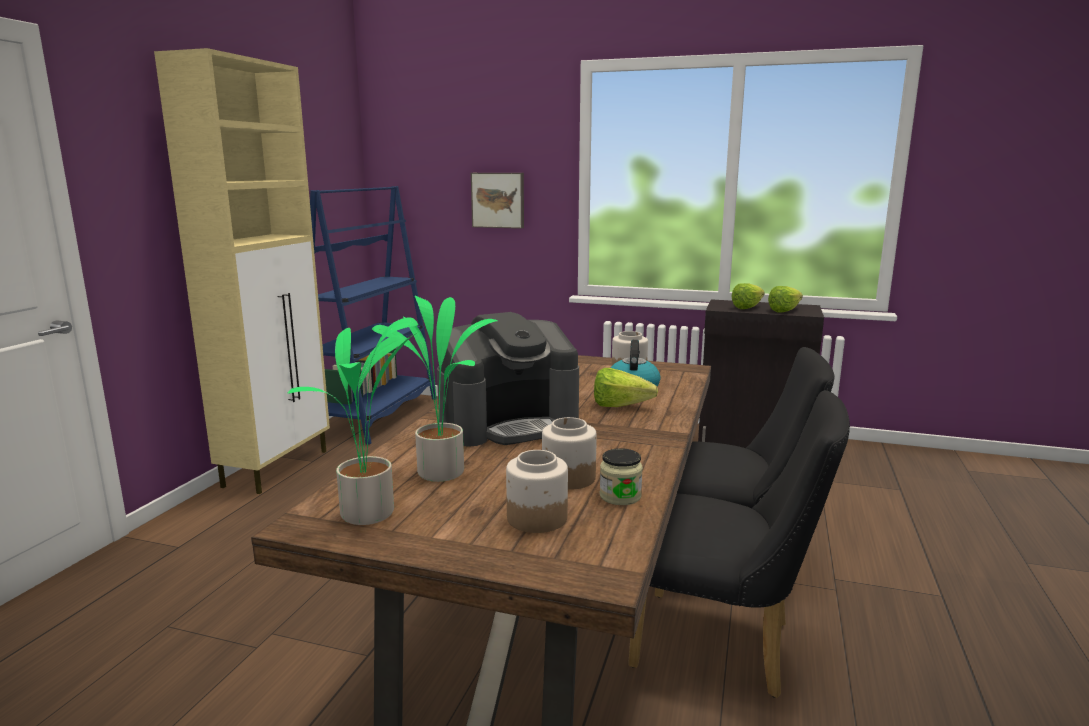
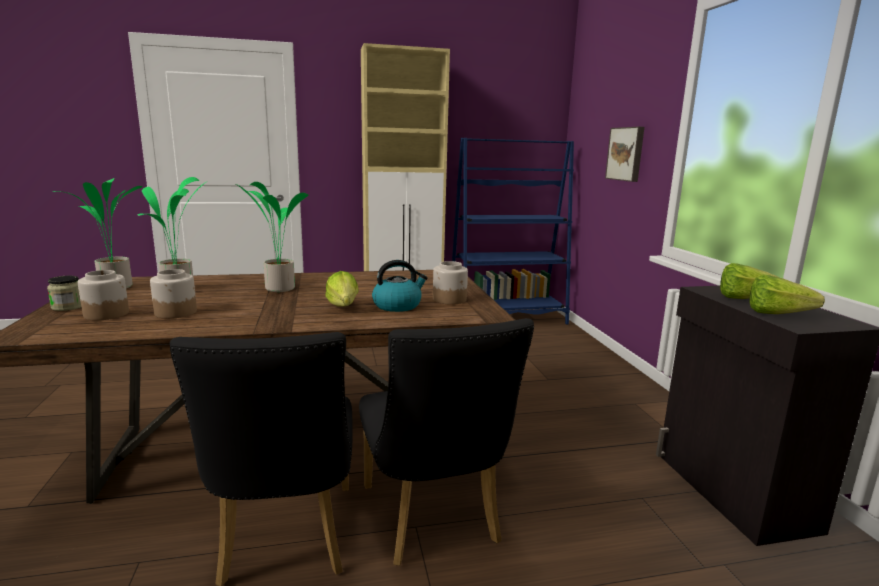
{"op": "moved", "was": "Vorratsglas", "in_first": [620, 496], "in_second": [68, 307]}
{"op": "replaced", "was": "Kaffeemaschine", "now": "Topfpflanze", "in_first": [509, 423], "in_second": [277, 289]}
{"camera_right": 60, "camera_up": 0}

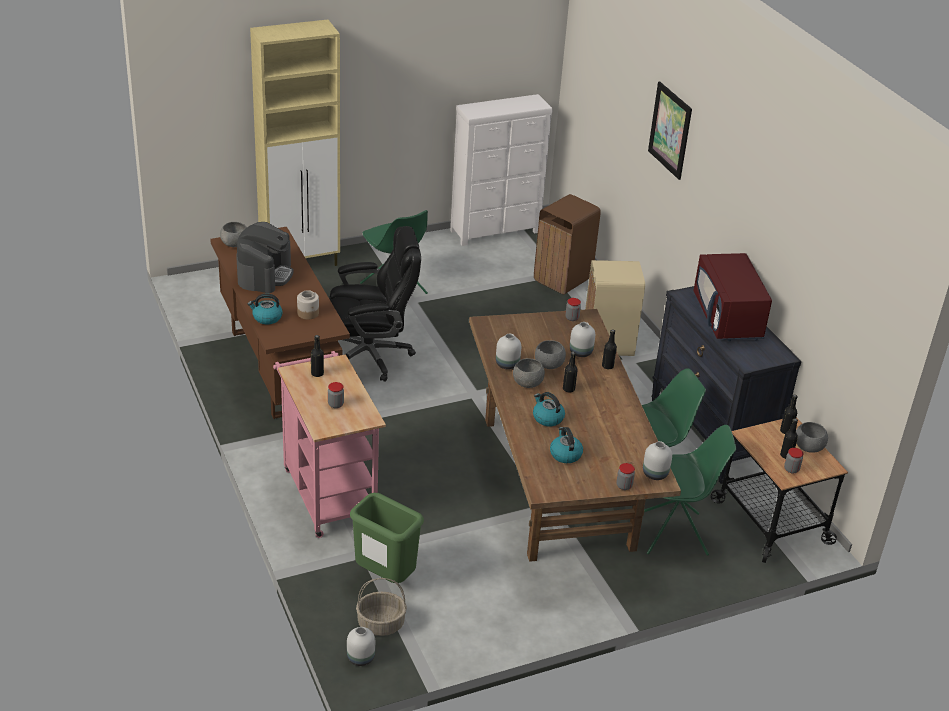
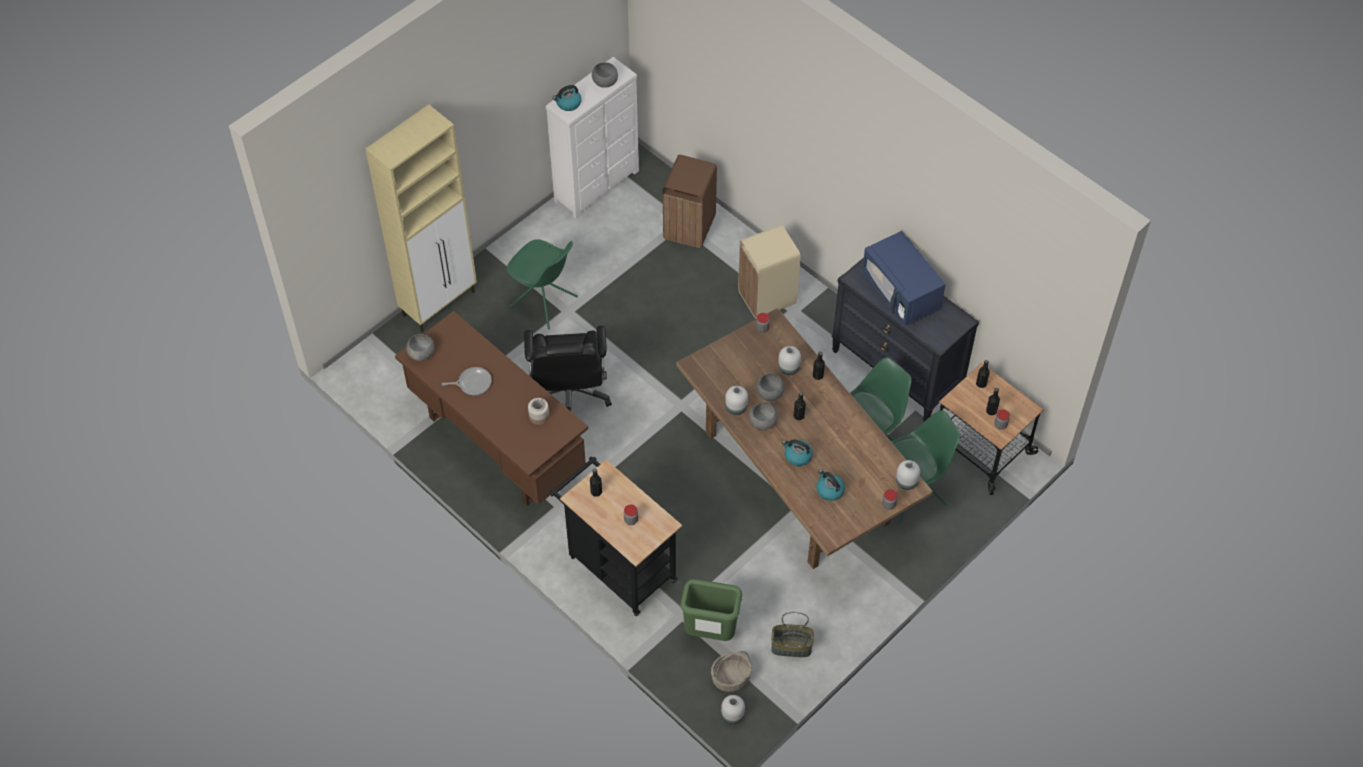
{"op": "replaced", "was": "Kaffeemaschine", "now": "Pfanne", "in_first": [265, 274], "in_second": [473, 383]}
{"op": "turned", "was": "Bürostuhl (schwarz)", "in_first": [371, 355], "in_second": [569, 395], "clockwise": 120}
{"op": "recoloured", "was": "Rollwagen (rosa)", "now": "Rollwagen (schwarz)", "in_first": [327, 492], "in_second": [617, 565]}
{"op": "moved", "was": "Wasserkessel", "in_first": [266, 318], "in_second": [568, 103]}
{"op": "moved", "was": "Schüssel (grau)", "in_first": [808, 447], "in_second": [605, 81]}
{"op": "added", "now": "Korb", "in_second": [791, 647]}
{"op": "recoloured", "was": "Mikrowelle (rot)", "now": "Mikrowelle (blau)", "in_first": [728, 318], "in_second": [901, 293]}
{"op": "removed", "was": "Bild", "in_first": [670, 130]}
{"camera_right": -20, "camera_up": 20}

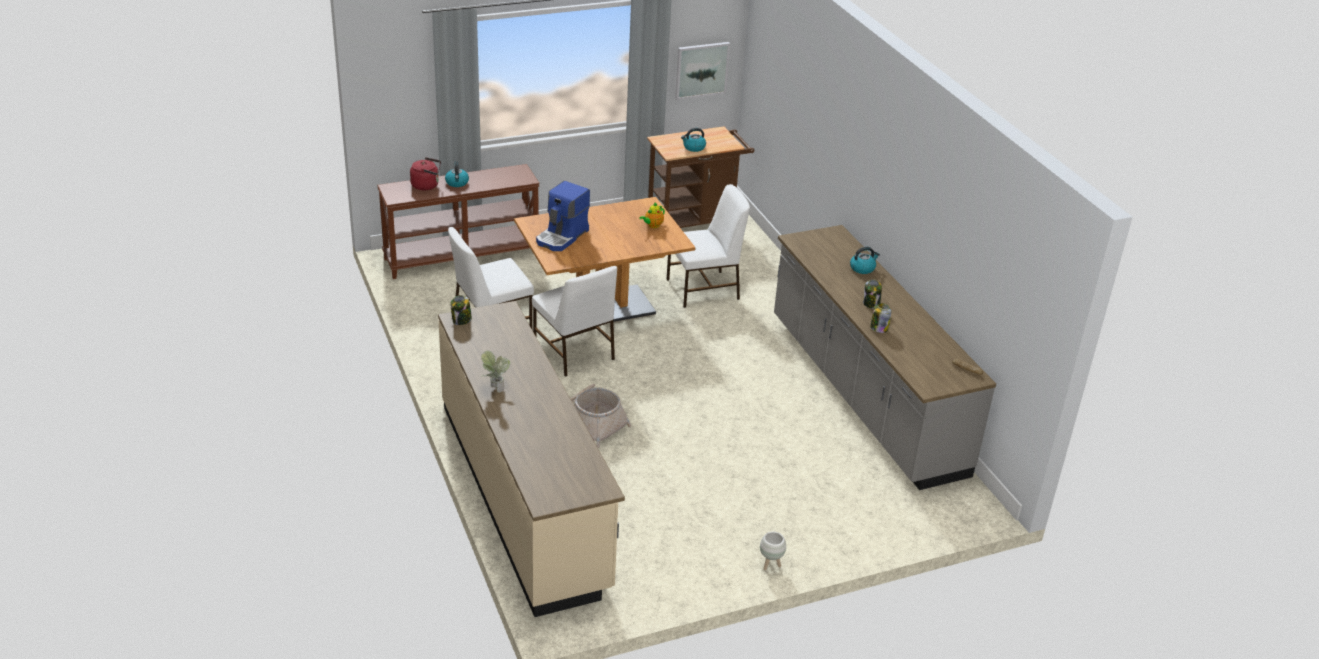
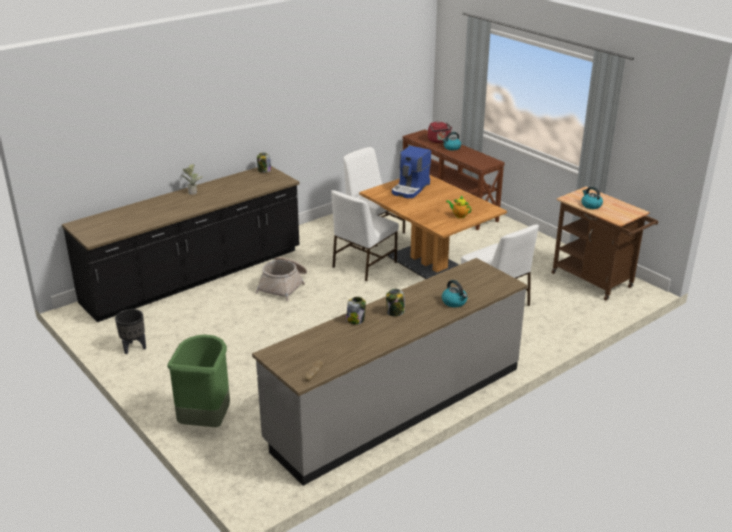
{"op": "recoloured", "was": "Küchenzeile (beige)", "now": "Küchenzeile (schwarz)", "in_first": [524, 494], "in_second": [194, 277]}
{"op": "added", "now": "Pflanzkübel (schwarz)", "in_second": [133, 348]}
{"op": "added", "now": "Mülleimer (grün)", "in_second": [206, 421]}
{"op": "turned", "was": "Kaffeemaschine", "in_first": [562, 237], "in_second": [411, 189], "clockwise": -75}
{"op": "removed", "was": "Bild", "in_first": [701, 70]}
{"op": "removed", "was": "Pflanzkübel (weiß)", "in_first": [770, 564]}
{"camera_right": 75, "camera_up": -5}

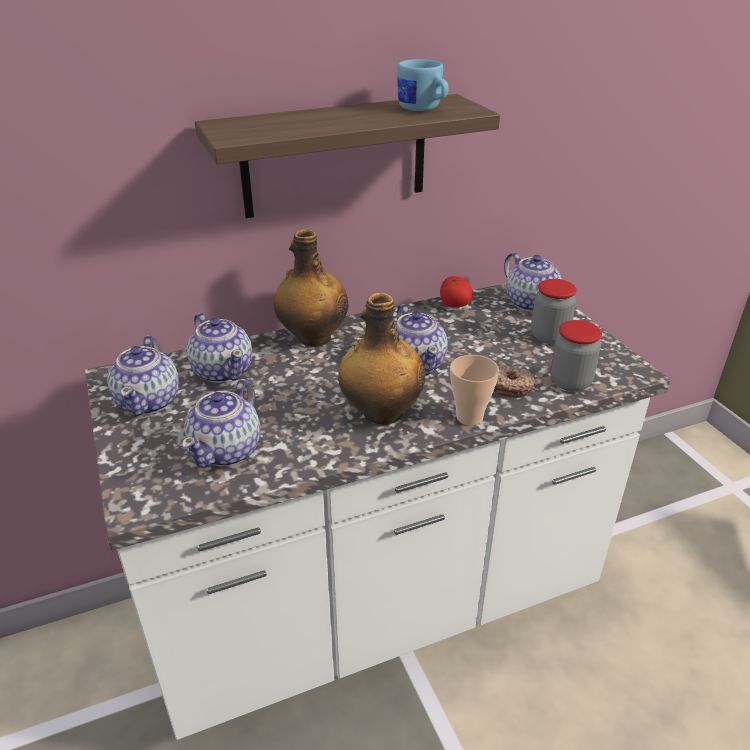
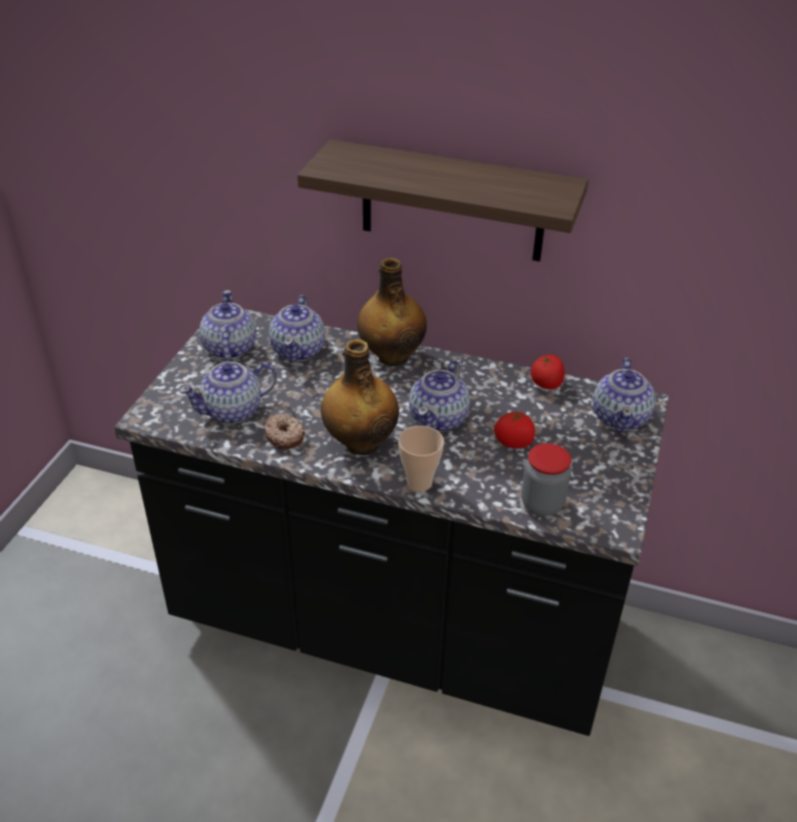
{"op": "recoloured", "was": "Küchenzeile (weiß)", "now": "Küchenzeile (schwarz)", "in_first": [375, 606], "in_second": [394, 627]}
{"op": "turned", "was": "Teekanne", "in_first": [149, 401], "in_second": [229, 349], "clockwise": 135}
{"op": "moved", "was": "Donut", "in_first": [509, 386], "in_second": [285, 436]}
{"op": "added", "now": "Tomate", "in_second": [514, 442]}
{"op": "removed", "was": "Henkelbecher (blau)", "in_first": [423, 109]}
{"op": "removed", "was": "Vorratsglas", "in_first": [549, 336]}
{"camera_right": 40, "camera_up": 5}

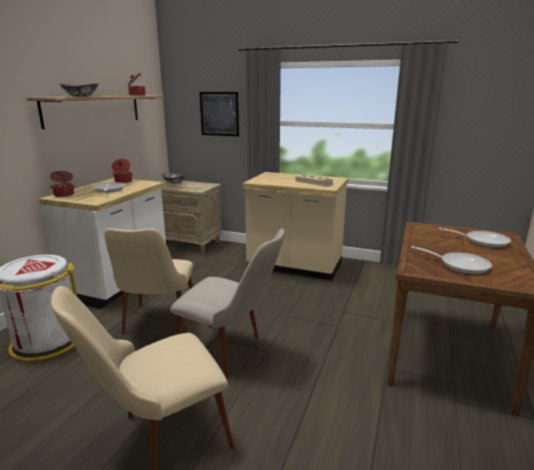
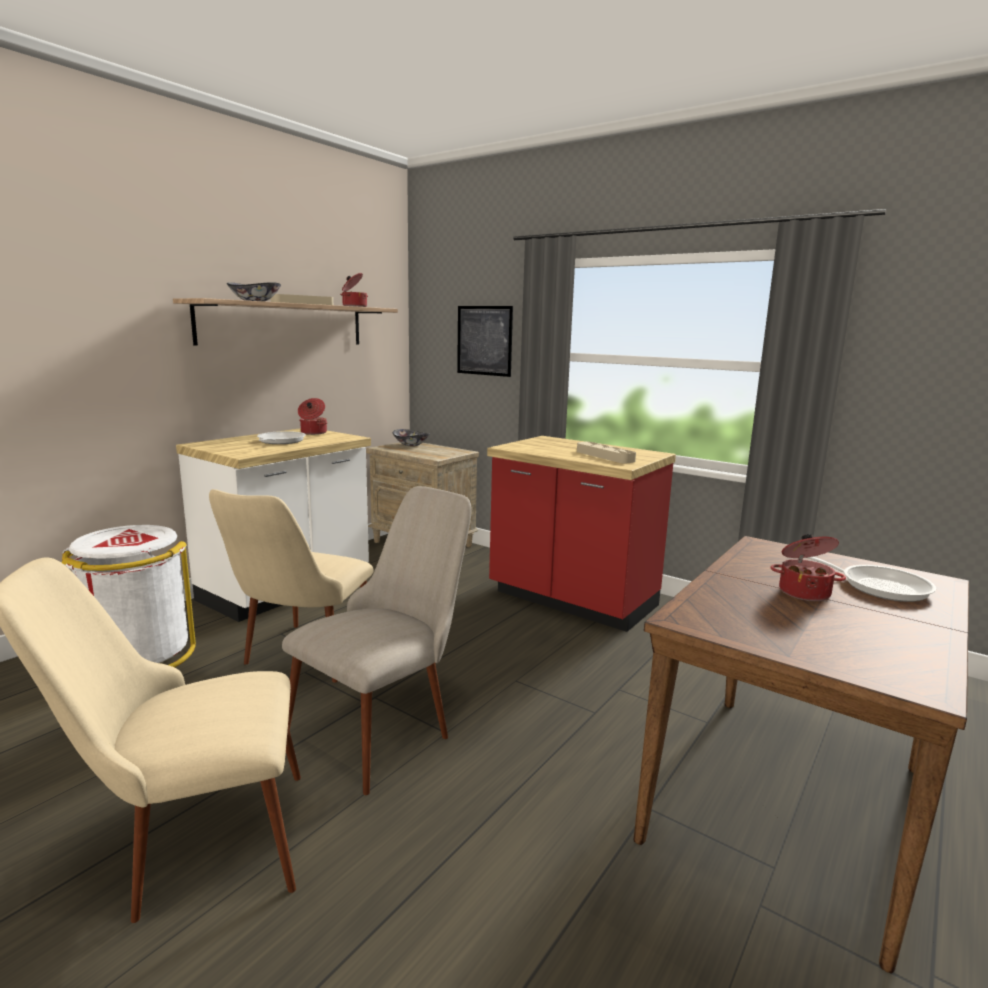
{"op": "turned", "was": "Stuhl (beige)", "in_first": [231, 353], "in_second": [386, 724], "clockwise": -90}
{"op": "recoloured", "was": "Küchenzeile (beige)", "now": "Küchenzeile (rot)", "in_first": [294, 267], "in_second": [572, 601]}
{"op": "moved", "was": "Kochtopf", "in_first": [64, 194], "in_second": [804, 592]}
{"op": "removed", "was": "Pfanne", "in_first": [459, 265]}
{"camera_right": 15, "camera_up": -5}

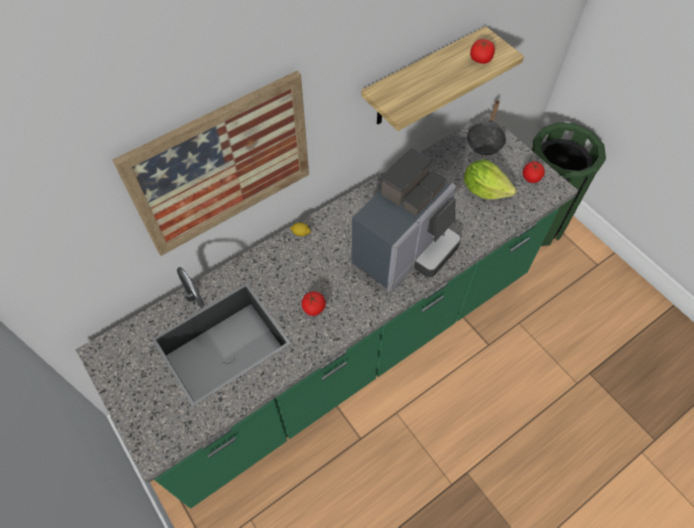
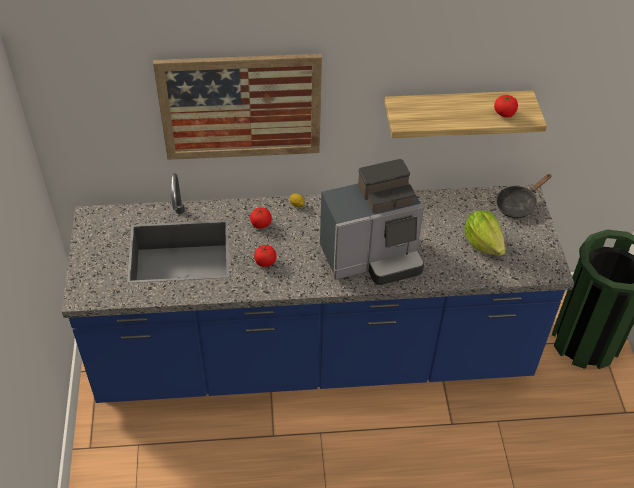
{"op": "recoloured", "was": "Küchenzeile (grün)", "now": "Küchenzeile (blau)", "in_first": [347, 348], "in_second": [314, 357]}
{"op": "moved", "was": "Tomate", "in_first": [531, 178], "in_second": [261, 224]}
{"camera_right": 30, "camera_up": -10}

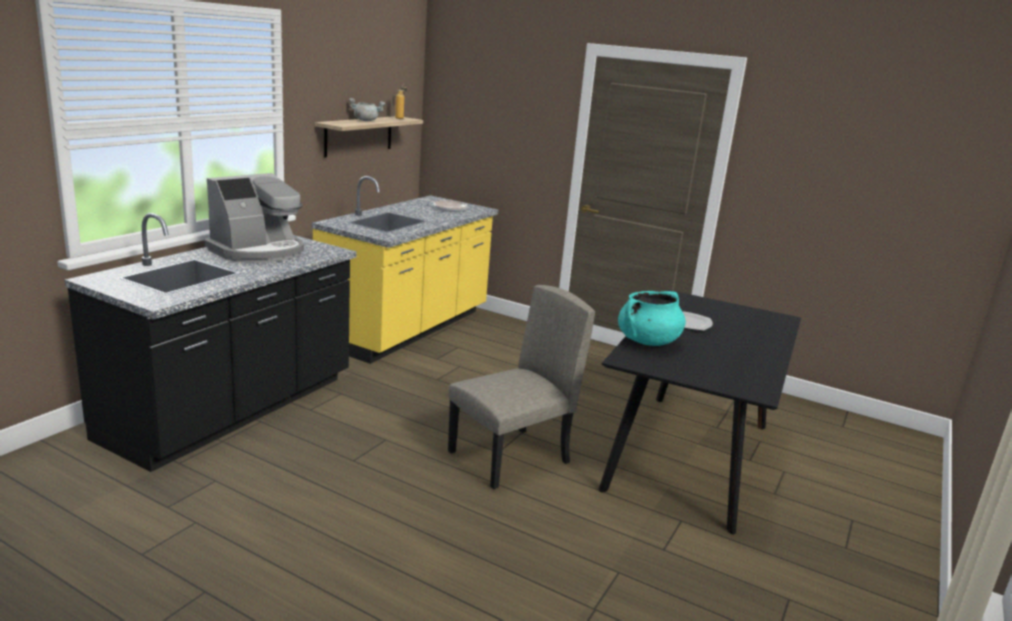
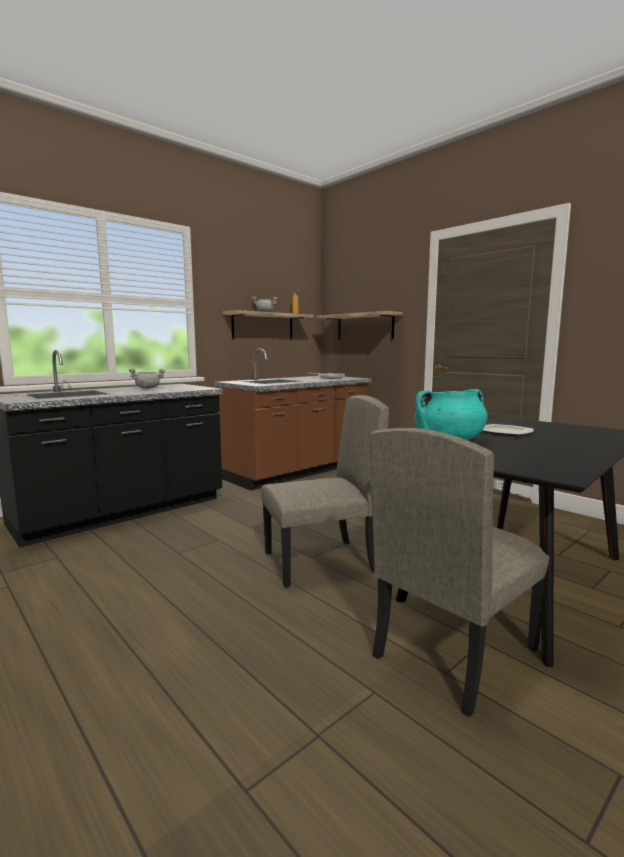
{"op": "replaced", "was": "Kaffeemaschine", "now": "Kochtopf (grau)", "in_first": [258, 251], "in_second": [148, 388]}
{"op": "recoloured", "was": "Küchenzeile (gelb)", "now": "Küchenzeile (braun)", "in_first": [407, 328], "in_second": [297, 471]}
{"op": "added", "now": "Wandregal", "in_second": [365, 327]}
{"op": "added", "now": "Stuhl (beige)", "in_second": [454, 651]}
{"camera_right": 20, "camera_up": -10}

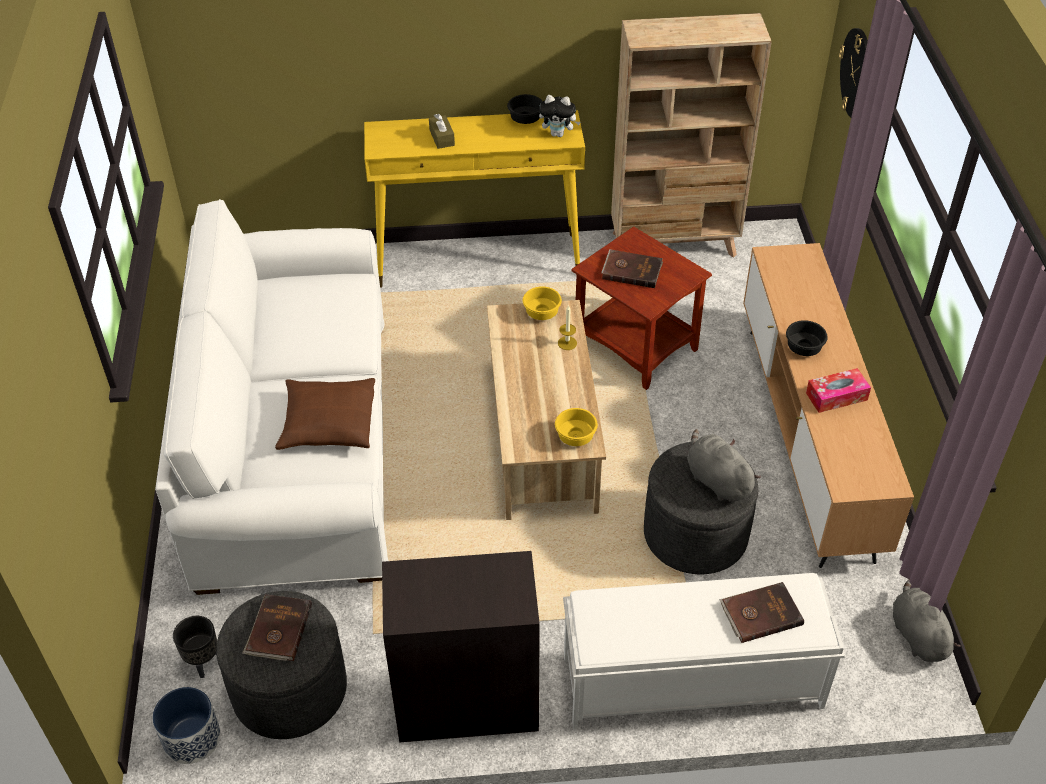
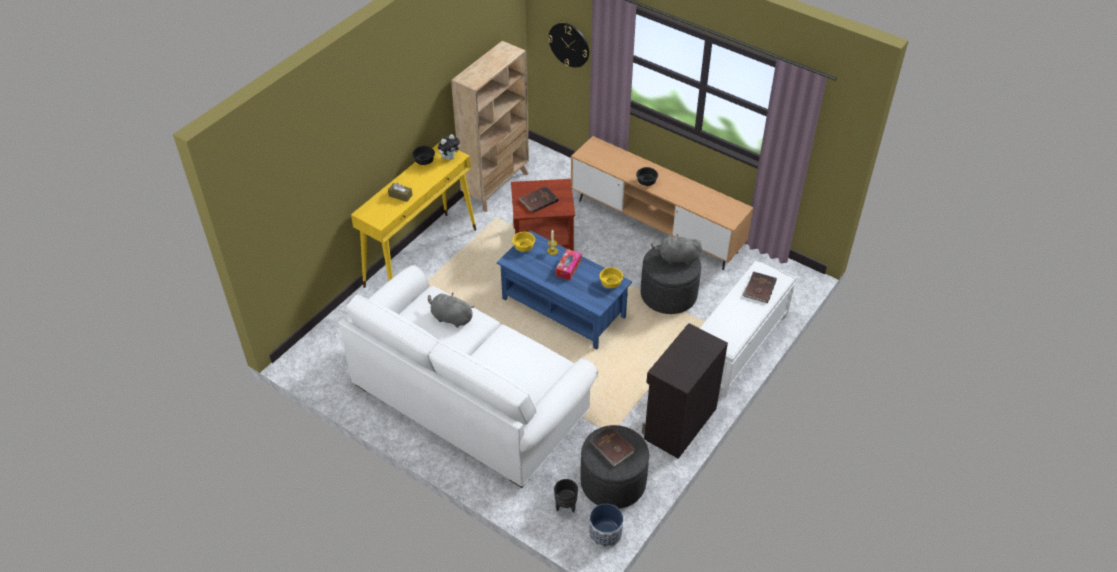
{"op": "moved", "was": "Plüschtier (grau)", "in_first": [917, 634], "in_second": [450, 318]}
{"op": "recoloured", "was": "Couchtisch (beige)", "now": "Couchtisch (blau)", "in_first": [541, 439], "in_second": [563, 308]}
{"op": "moved", "was": "Taschentuchbox", "in_first": [836, 396], "in_second": [568, 268]}
{"op": "removed", "was": "Kissen (braun)", "in_first": [328, 422]}
{"camera_right": -50, "camera_up": 0}

